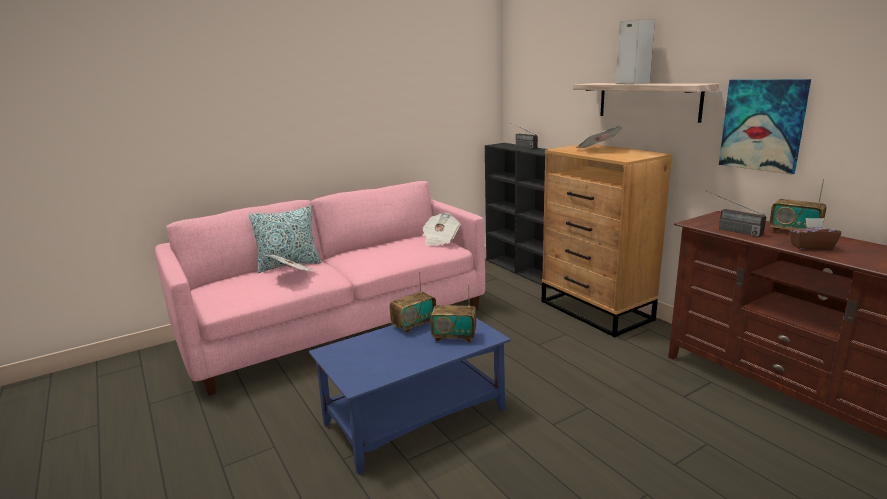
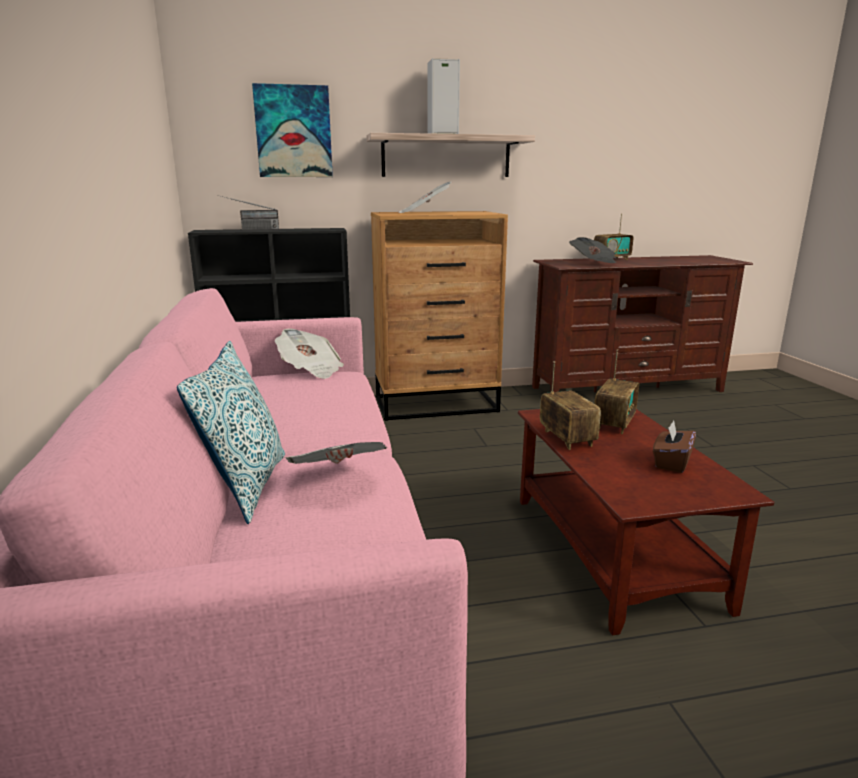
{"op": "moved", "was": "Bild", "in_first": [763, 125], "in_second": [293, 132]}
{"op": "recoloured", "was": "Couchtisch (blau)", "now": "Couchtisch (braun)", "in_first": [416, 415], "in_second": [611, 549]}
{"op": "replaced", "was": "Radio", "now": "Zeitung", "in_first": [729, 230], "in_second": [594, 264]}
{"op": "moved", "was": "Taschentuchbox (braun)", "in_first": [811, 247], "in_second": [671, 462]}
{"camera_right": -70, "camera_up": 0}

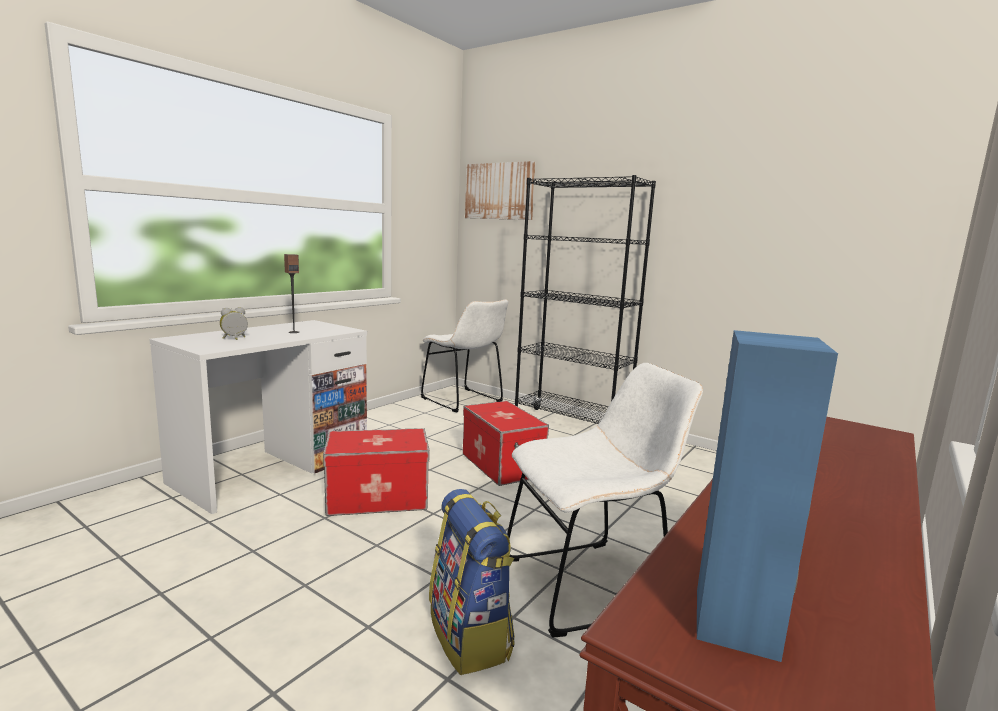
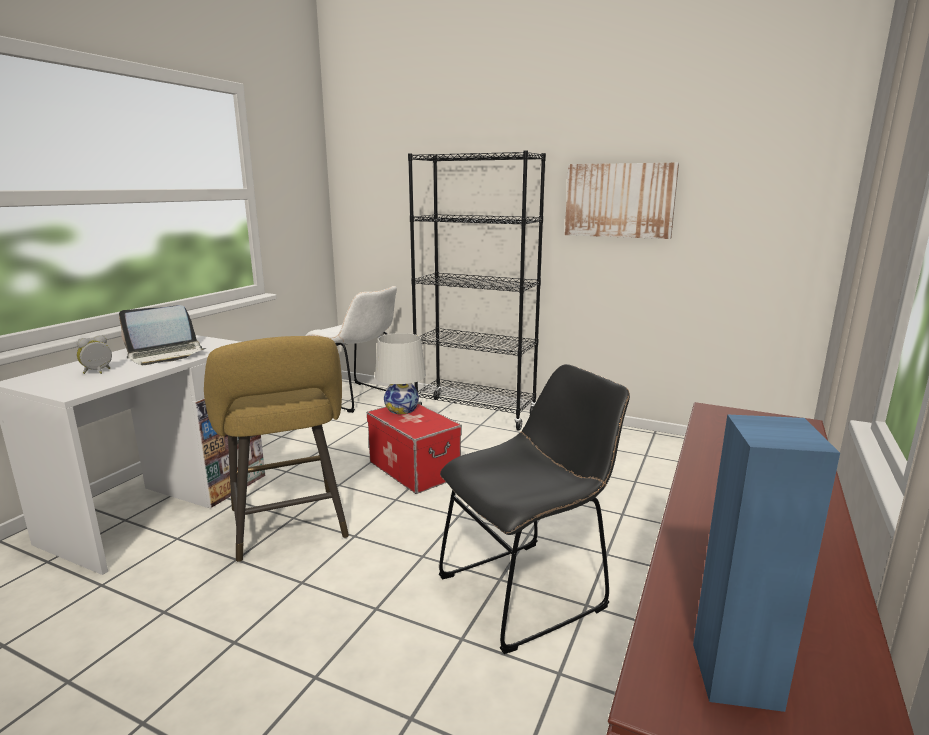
{"op": "replaced", "was": "Lautsprecher", "now": "Laptop", "in_first": [294, 332], "in_second": [166, 354]}
{"op": "replaced", "was": "Aufbewahrungsbox", "now": "Hocker (gelb)", "in_first": [377, 499], "in_second": [289, 528]}
{"op": "added", "now": "Tischlampe (weiß)", "in_second": [402, 409]}
{"op": "recoloured", "was": "Stuhl (weiß)", "now": "Stuhl (schwarz)", "in_first": [589, 584], "in_second": [528, 590]}
{"op": "moved", "was": "Bild", "in_first": [499, 191], "in_second": [619, 200]}
{"op": "removed", "was": "Rucksack", "in_first": [471, 636]}
{"camera_right": -10, "camera_up": 5}

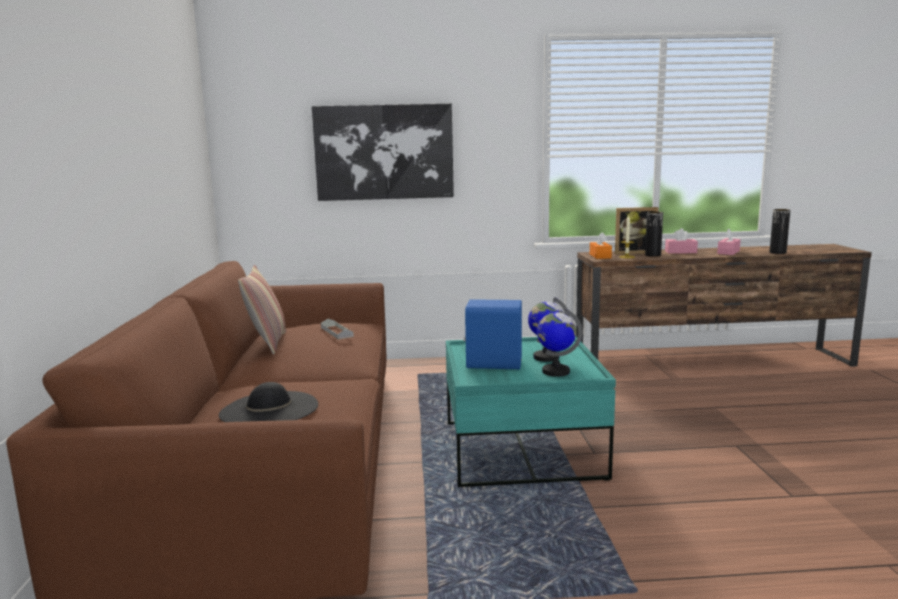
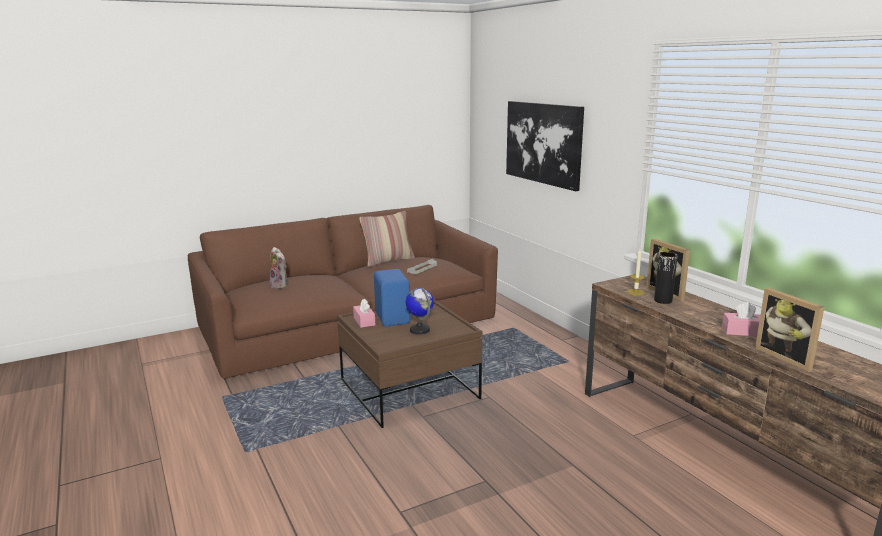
{"op": "replaced", "was": "Hut (schwarz)", "now": "Plüschtier", "in_first": [269, 409], "in_second": [280, 286]}
{"op": "recoloured", "was": "Couchtisch (türkis)", "now": "Couchtisch (braun)", "in_first": [521, 449], "in_second": [409, 389]}
{"op": "moved", "was": "Taschentuchbox (rosa)", "in_first": [680, 252], "in_second": [364, 321]}
{"op": "replaced", "was": "Vase (schwarz)", "now": "Bilderrahmen", "in_first": [777, 253], "in_second": [787, 357]}
{"op": "removed", "was": "Globus", "in_first": [555, 371]}
{"op": "removed", "was": "Taschentuchbox (orange)", "in_first": [600, 256]}
{"camera_right": 65, "camera_up": 5}

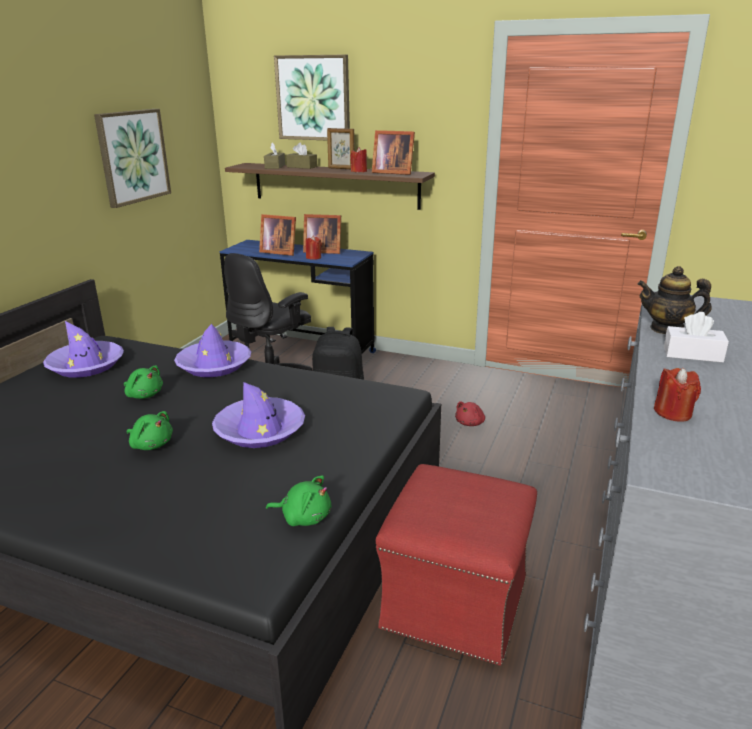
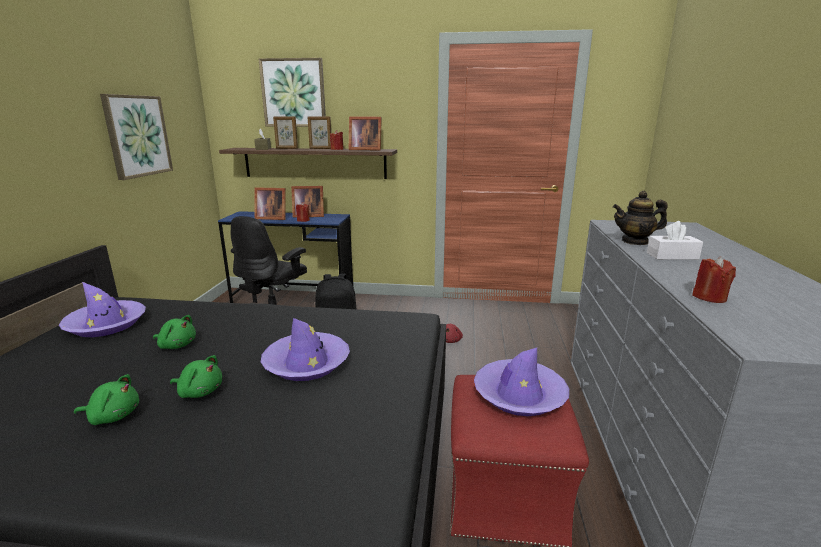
{"op": "moved", "was": "Plüschtier (grün)", "in_first": [304, 517], "in_second": [113, 416]}
{"op": "replaced", "was": "Taschentuchbox (braun)", "now": "Bilderrahmen", "in_first": [302, 167], "in_second": [286, 148]}
{"op": "moved", "was": "Hut (lila)", "in_first": [214, 365], "in_second": [519, 395]}
{"camera_right": -15, "camera_up": -5}

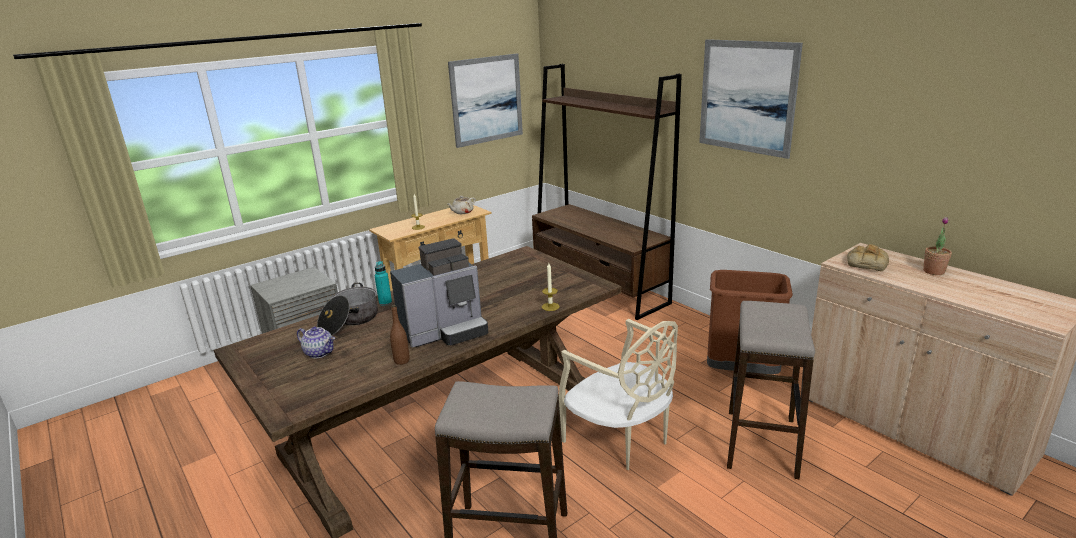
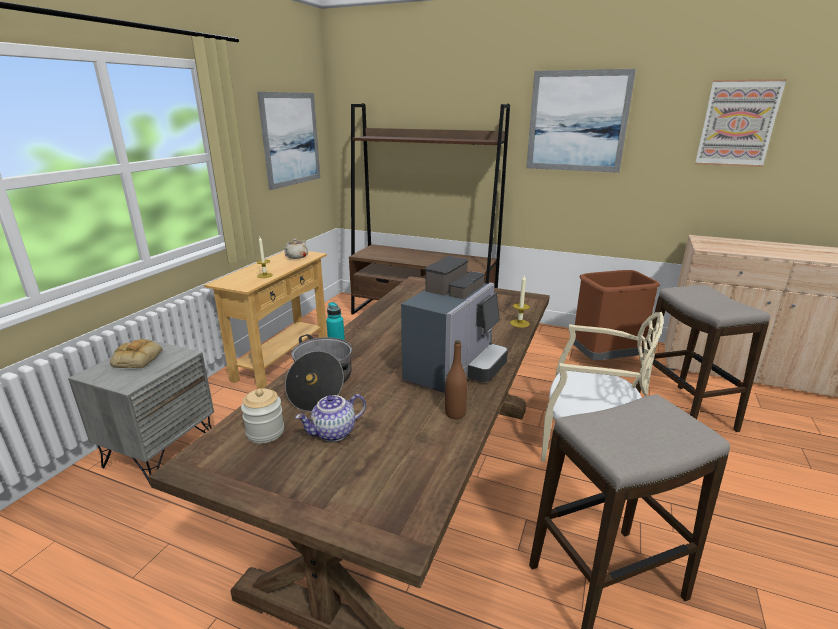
{"op": "moved", "was": "Brot", "in_first": [866, 263], "in_second": [137, 359]}
{"op": "added", "now": "Vorratsglas", "in_second": [265, 432]}
{"op": "turned", "was": "Teekanne", "in_first": [320, 353], "in_second": [334, 433], "clockwise": 150}
{"op": "added", "now": "Bild", "in_second": [737, 123]}
{"op": "removed", "was": "Topfpflanze", "in_first": [933, 271]}
{"camera_right": -30, "camera_up": 0}

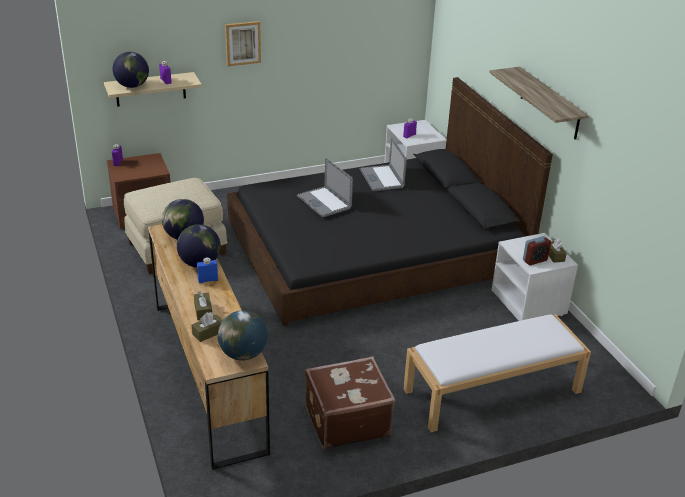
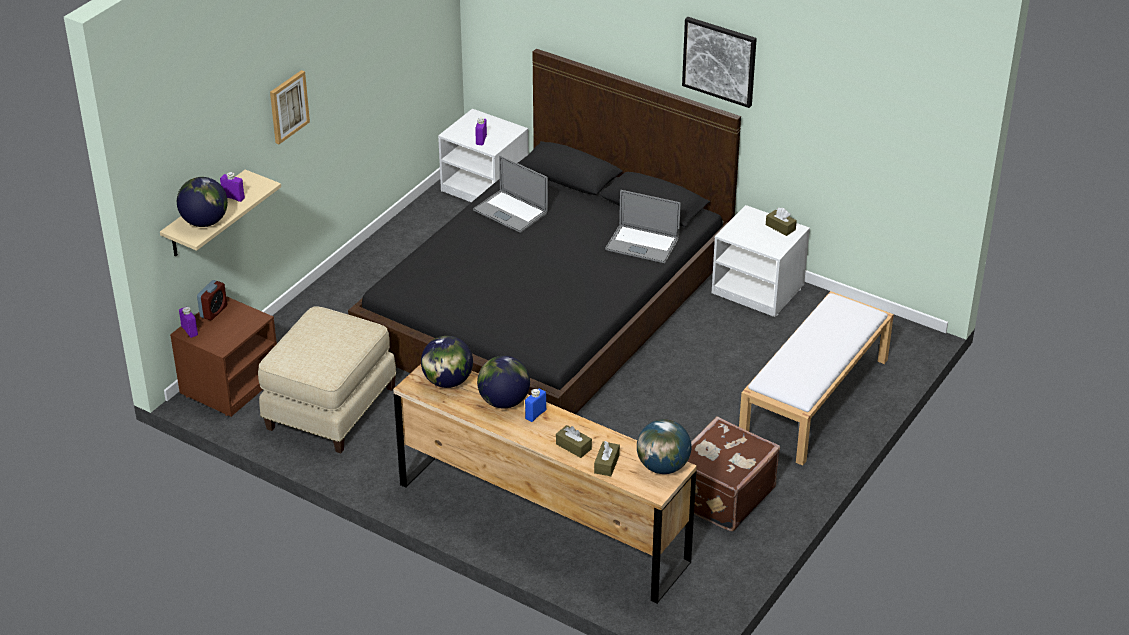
{"op": "moved", "was": "Wecker", "in_first": [535, 260], "in_second": [213, 311]}
{"op": "moved", "was": "Laptop", "in_first": [324, 202], "in_second": [642, 244]}
{"op": "replaced", "was": "Wandregal", "now": "Bild", "in_first": [550, 103], "in_second": [719, 61]}
{"camera_right": -35, "camera_up": 5}

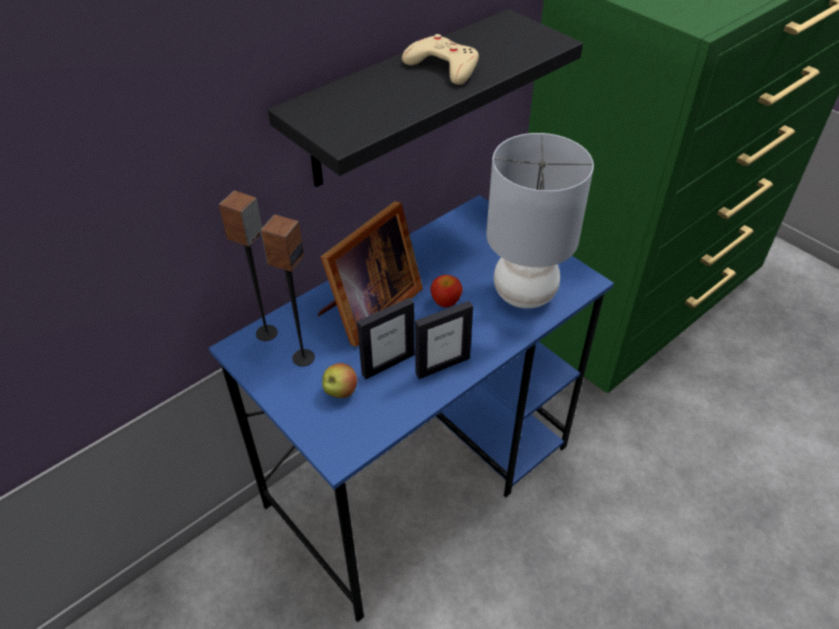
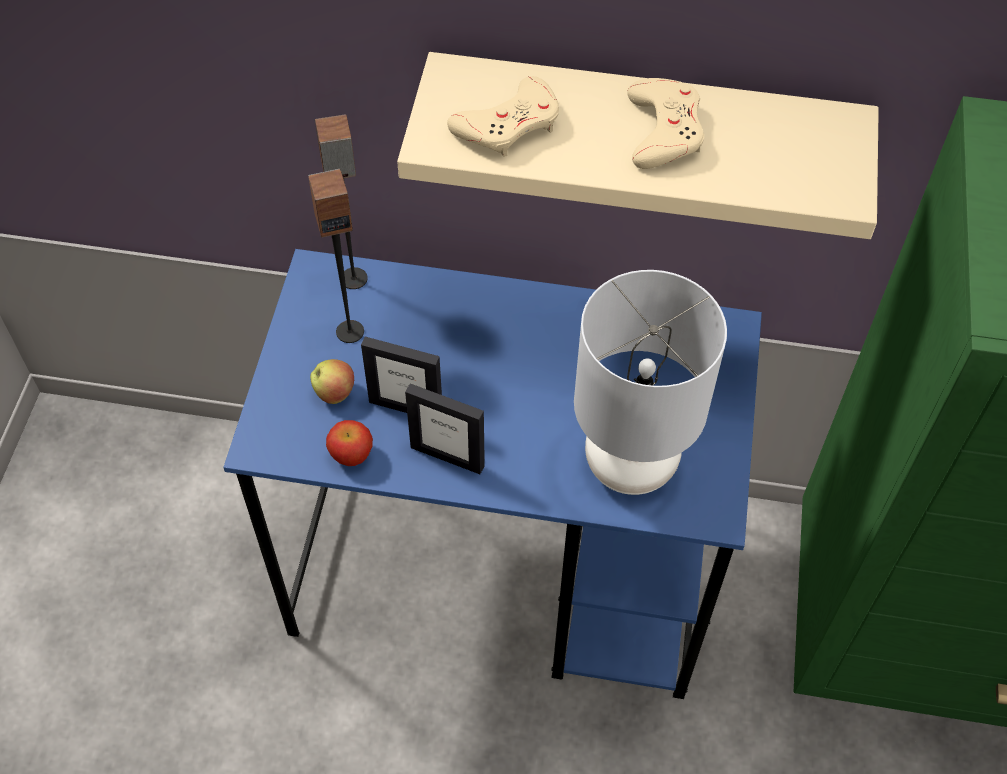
{"op": "moved", "was": "Apfel", "in_first": [445, 302], "in_second": [351, 455]}
{"op": "recoloured", "was": "Wandregal (schwarz)", "now": "Wandregal (beige)", "in_first": [400, 100], "in_second": [643, 131]}
{"op": "added", "now": "Gamepad (beige)", "in_second": [509, 125]}
{"op": "removed", "was": "Bilderrahmen", "in_first": [368, 309]}
{"camera_right": 50, "camera_up": 10}

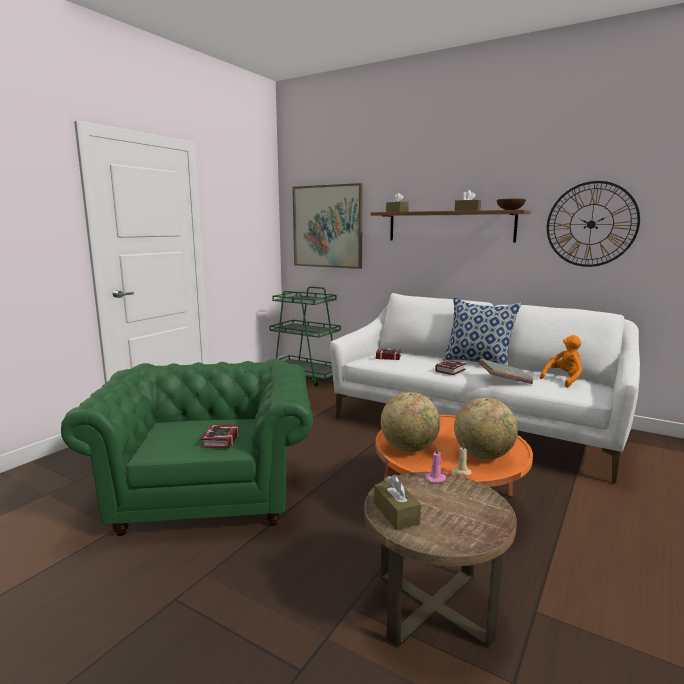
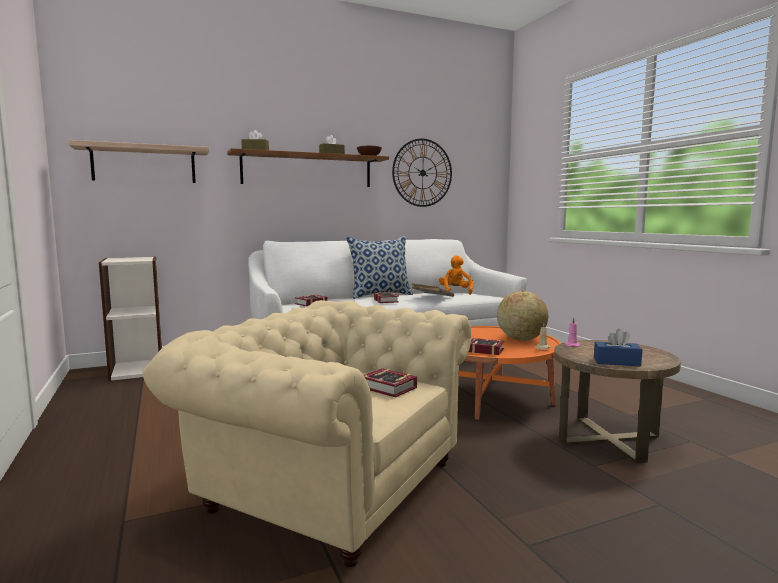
{"op": "replaced", "was": "Bild", "now": "Wandregal", "in_first": [327, 226], "in_second": [144, 164]}
{"op": "replaced", "was": "Rollwagen (grün)", "now": "Bücherregal", "in_first": [306, 376], "in_second": [137, 370]}
{"op": "recoloured", "was": "Sessel (grün)", "now": "Sessel (beige)", "in_first": [209, 491], "in_second": [328, 482]}
{"op": "replaced", "was": "Globus", "now": "Buch", "in_first": [409, 448], "in_second": [484, 350]}
{"op": "recoloured", "was": "Taschentuchbox (braun)", "now": "Taschentuchbox (blau)", "in_first": [396, 513], "in_second": [616, 362]}
{"camera_right": -55, "camera_up": -5}

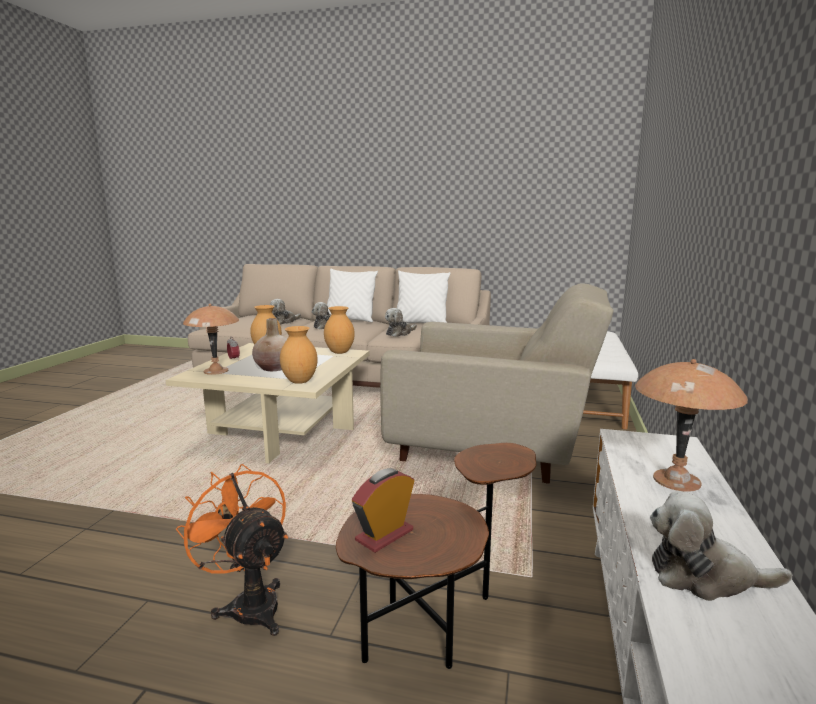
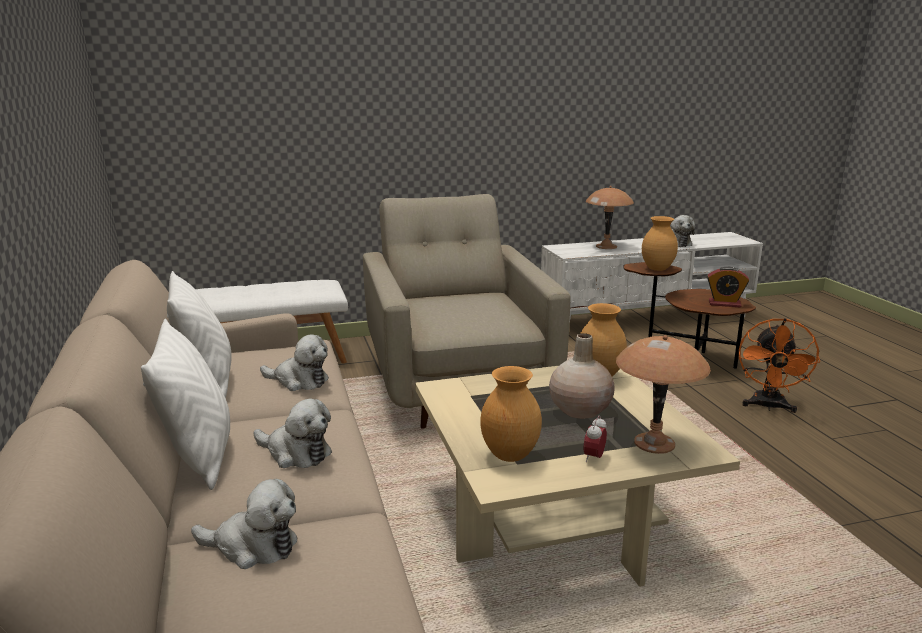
{"op": "moved", "was": "Vase (braun)", "in_first": [339, 352], "in_second": [657, 269]}
{"camera_right": -120, "camera_up": 5}

